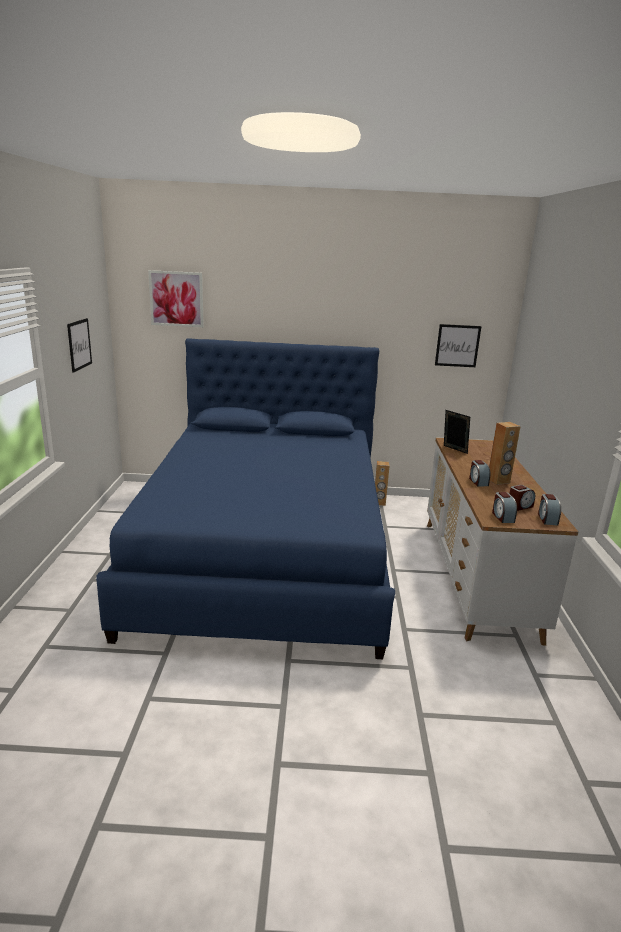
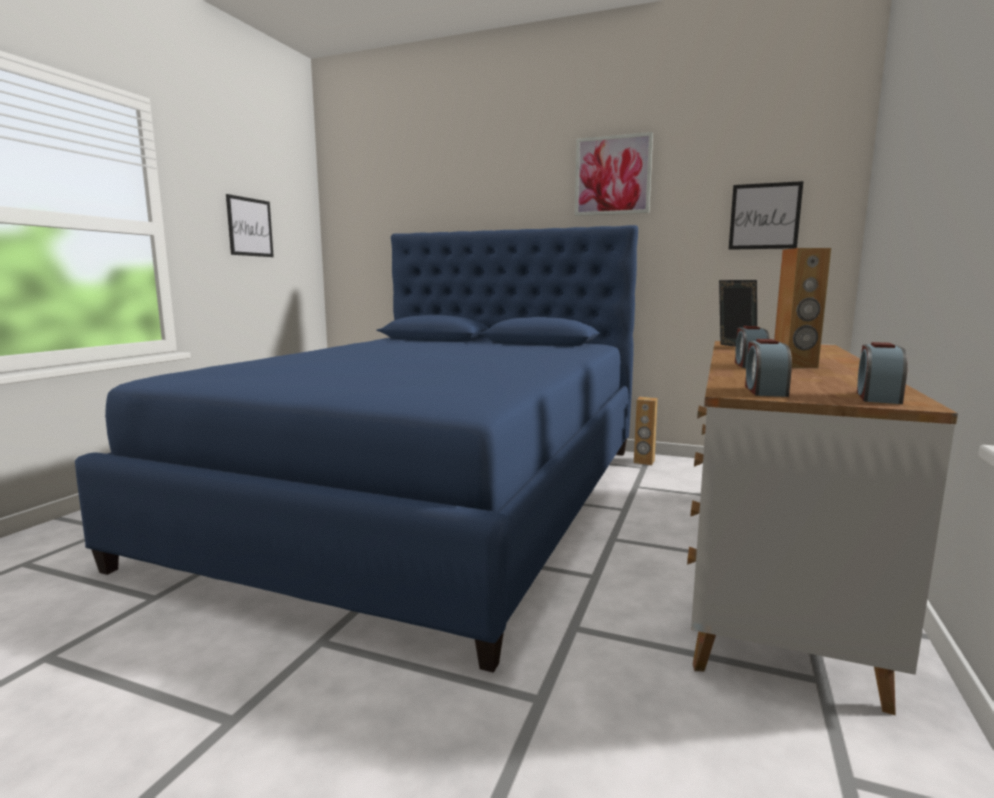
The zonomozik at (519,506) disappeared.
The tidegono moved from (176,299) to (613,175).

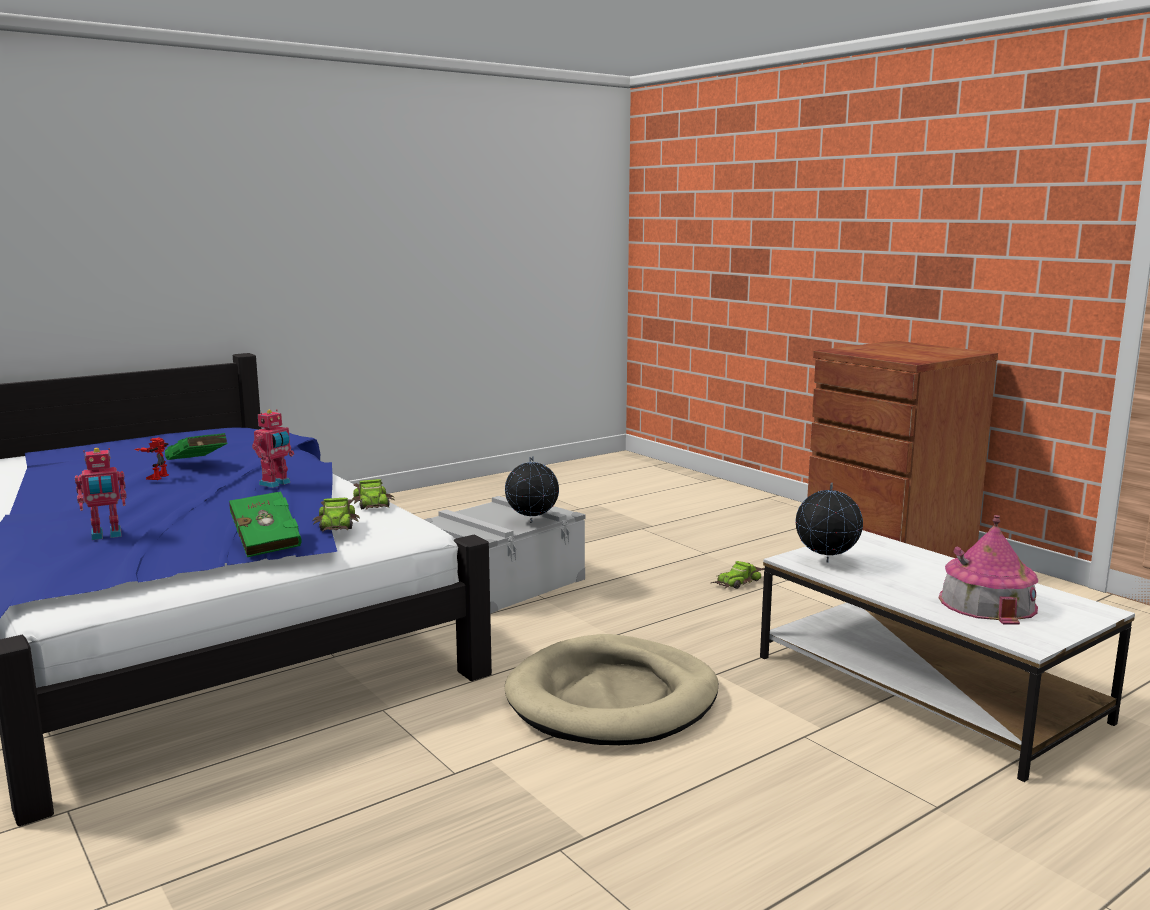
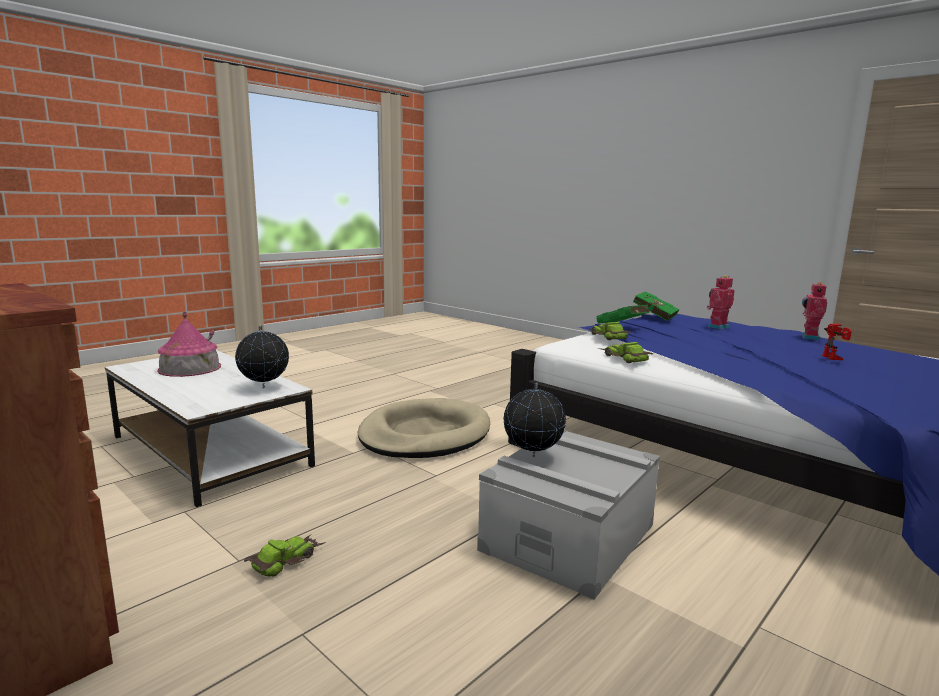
The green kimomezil moved from (197,463) to (653,316).
The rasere moved from (276,484) to (809,337).

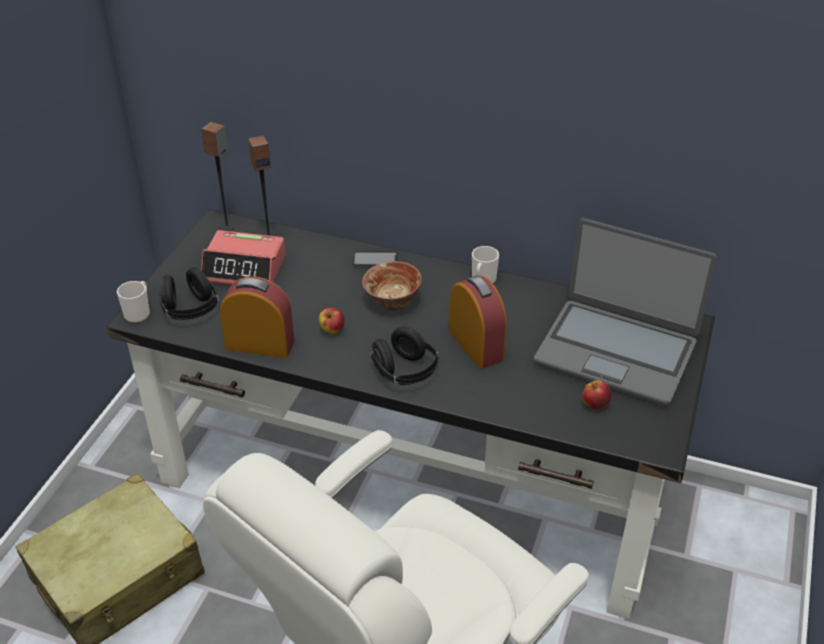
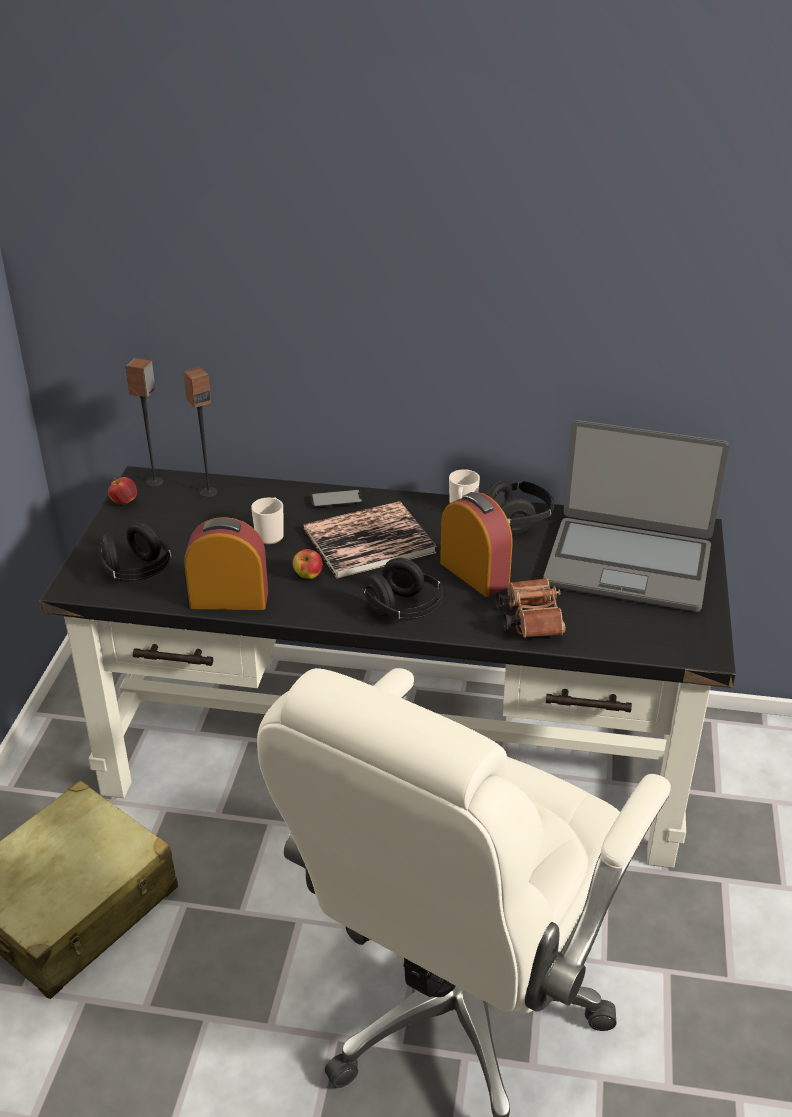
The zonomozik at (245,268) disappeared.
The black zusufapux at (517,520) appeared.
The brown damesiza at (529,619) appeared.
The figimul moved from (139,313) to (270,534).
The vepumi moved from (595,404) to (124,502).
The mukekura at (393,302) was replaced by the kimomezil at (369,540).

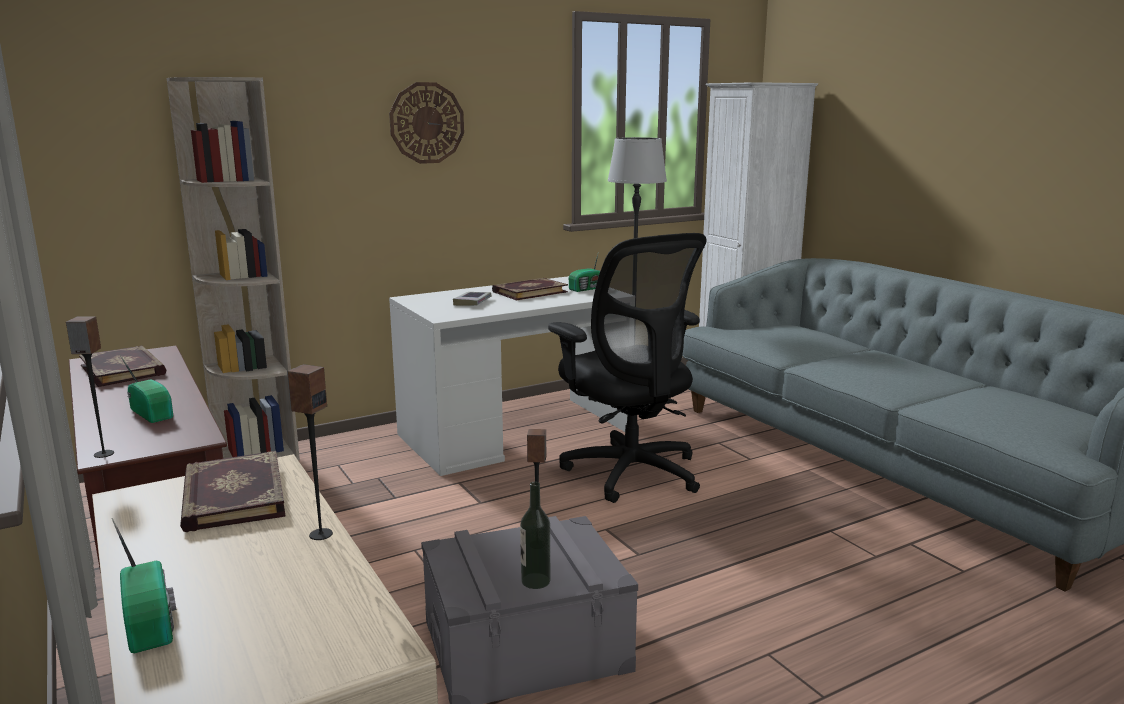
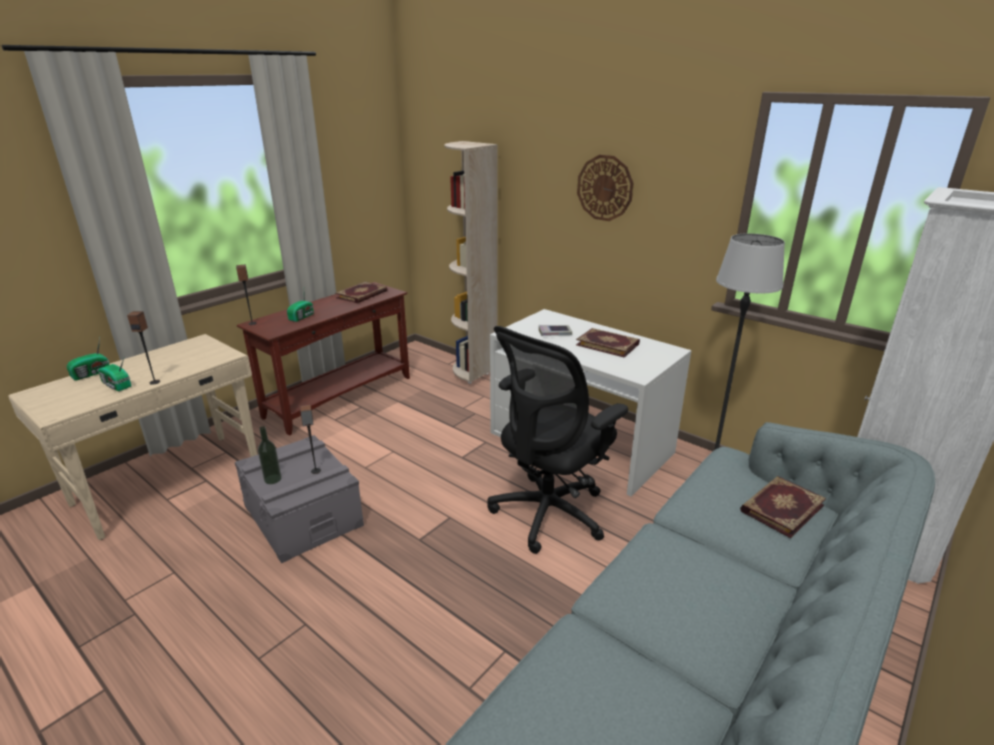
The kimomezil moved from (231,496) to (780,507).
The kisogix moved from (587,289) to (116,385).

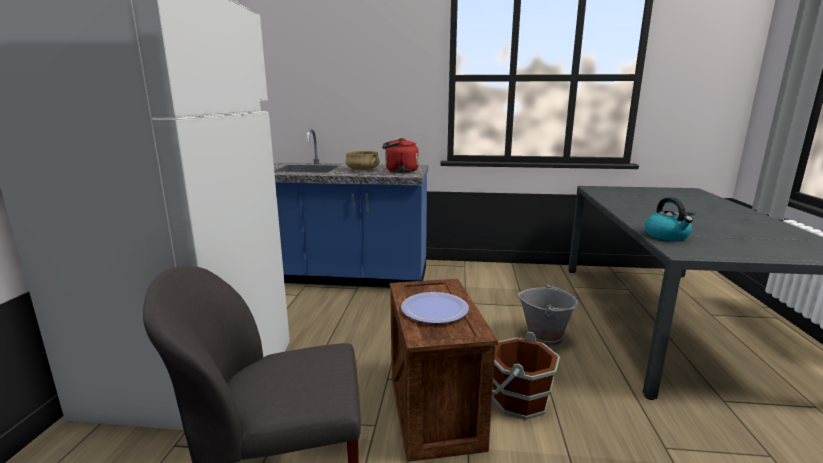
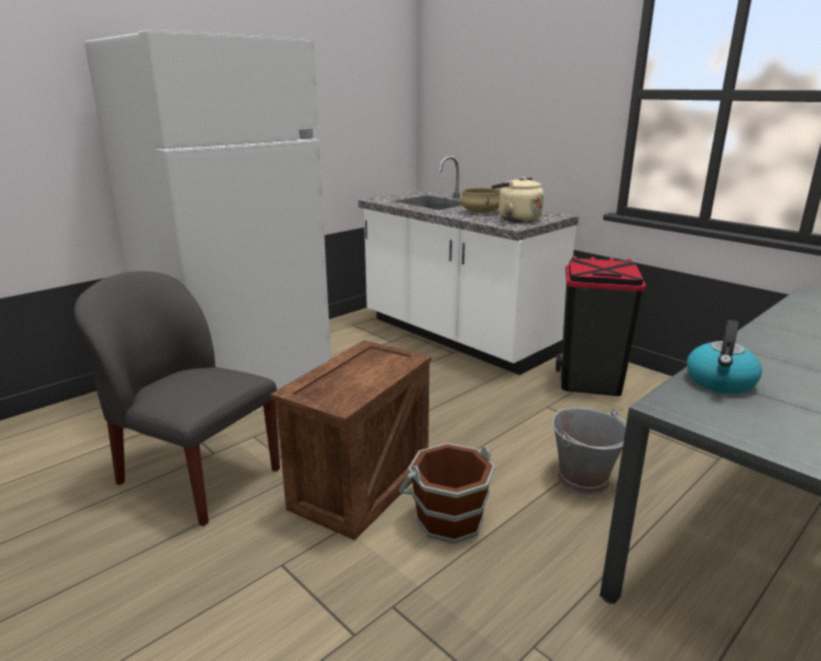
The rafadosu at (435,309) disappeared.
The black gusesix at (589,382) appeared.
The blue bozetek at (344,277) became the white bozetek at (457,337).
The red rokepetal at (399,171) became the beige rokepetal at (516,219).

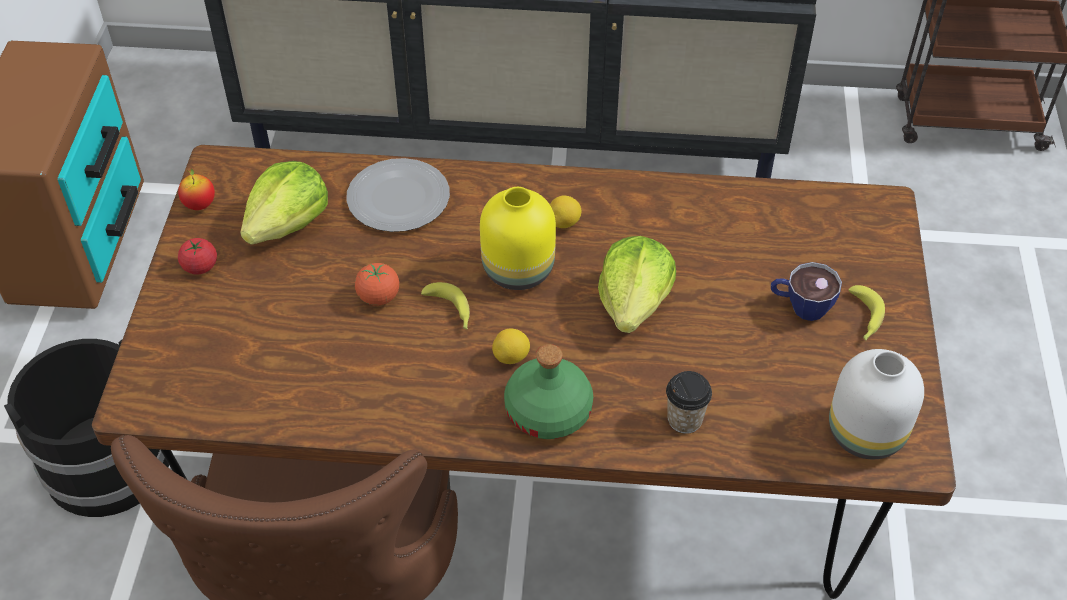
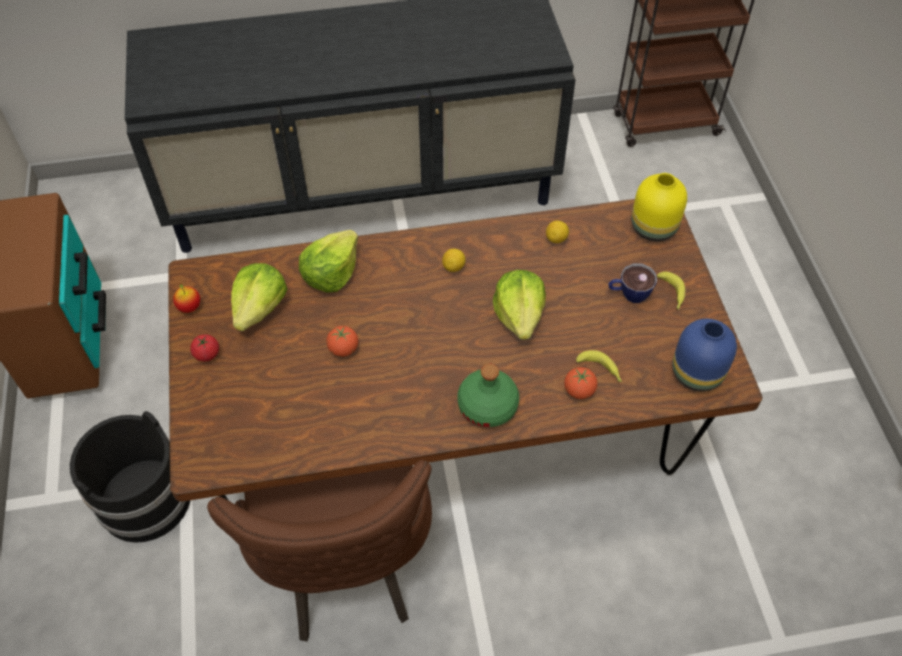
The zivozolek moved from (450,311) to (600,370).
The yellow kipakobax moved from (516,269) to (652,228).
The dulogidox moved from (511,357) to (556,239).
The rafadosu at (397,198) was replaced by the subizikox at (331,273).
The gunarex at (684,420) was replaced by the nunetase at (579,391).
The white kipakobax at (868,434) became the blue kipakobax at (698,374).

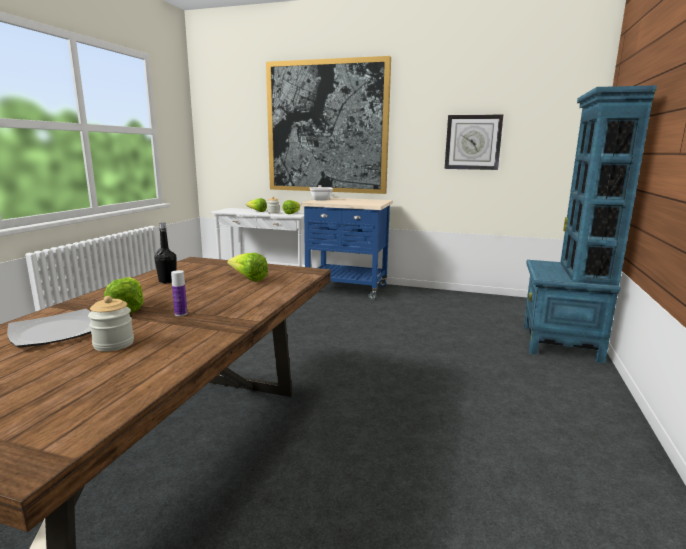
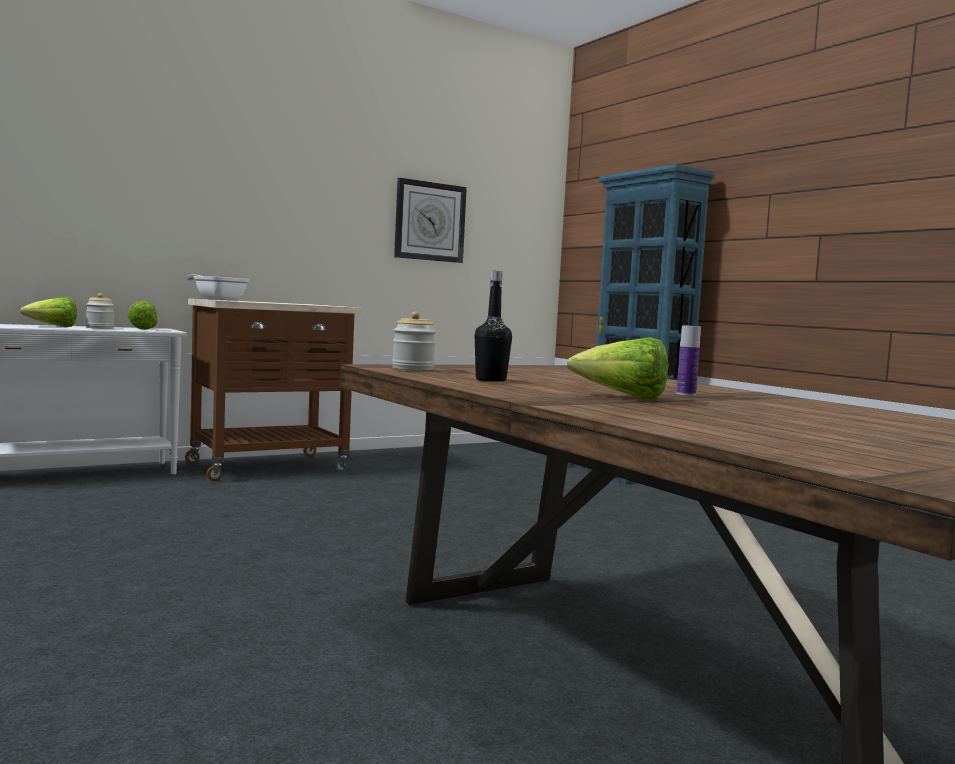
The rafadosu at (55,332) disappeared.
The subizikox at (248,279) disappeared.
The tidegono at (327,128) disappeared.
The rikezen moved from (114,344) to (413,369).
The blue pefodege at (347,289) became the brown pefodege at (268,467).

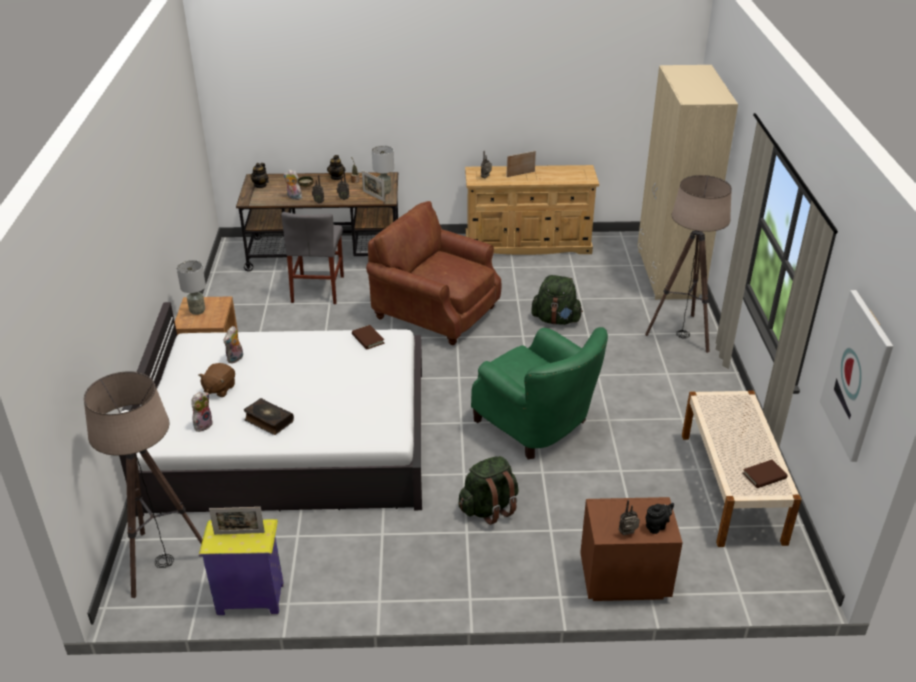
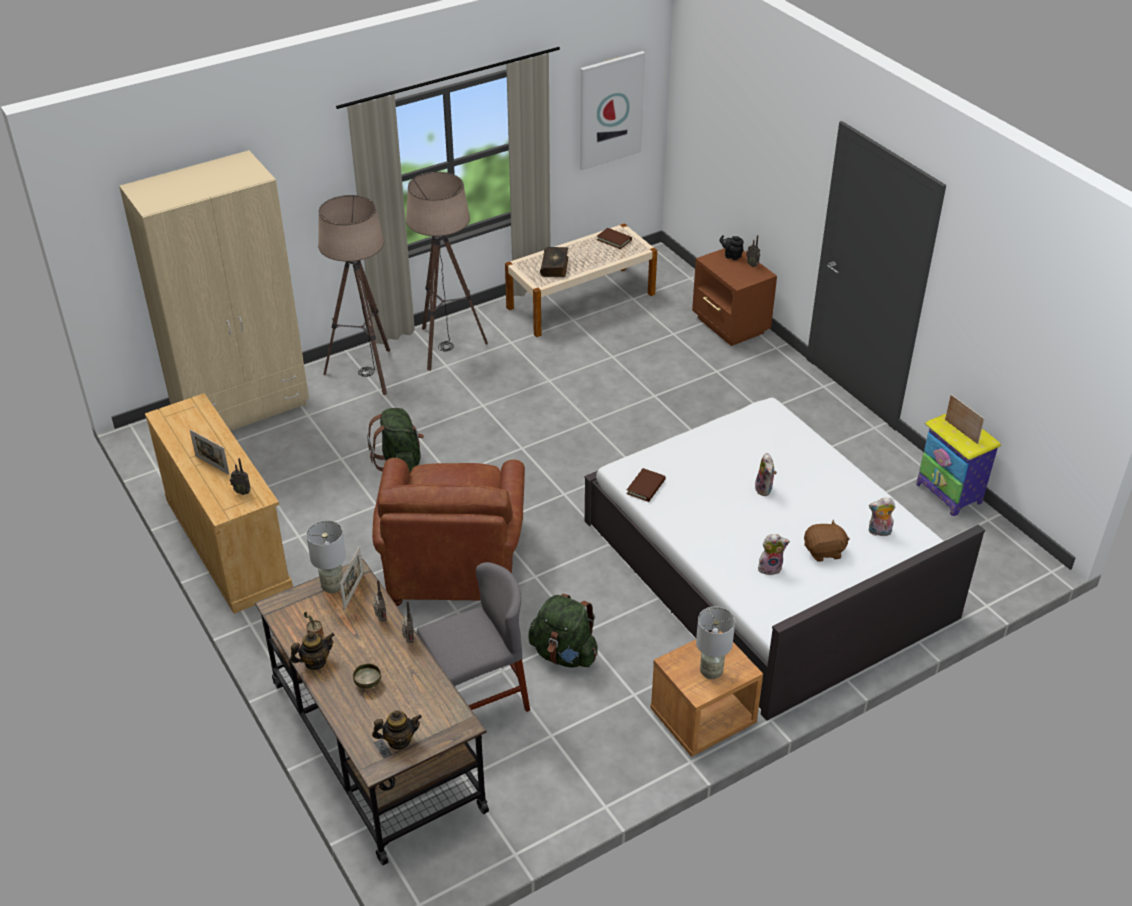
The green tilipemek at (536,425) disappeared.
The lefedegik moved from (162,561) to (446,347).
The kimomezil moved from (268,421) to (555,266).
The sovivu moved from (293,198) to (765,489).
The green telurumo moved from (489,508) to (564,654).

